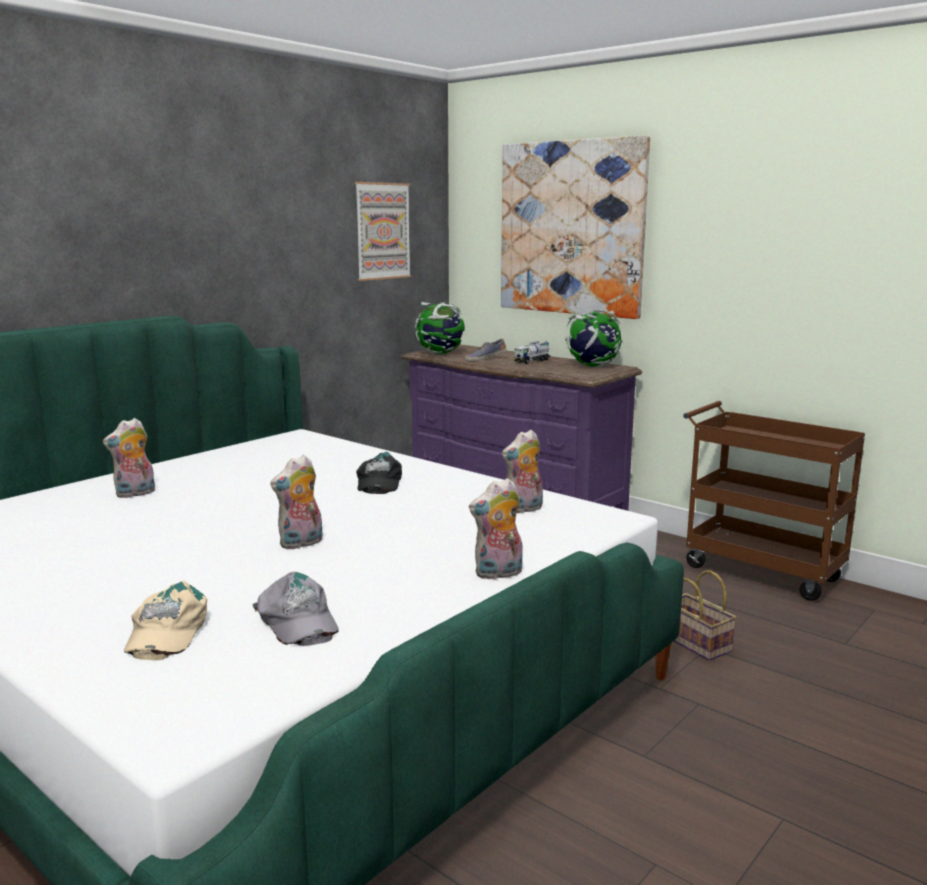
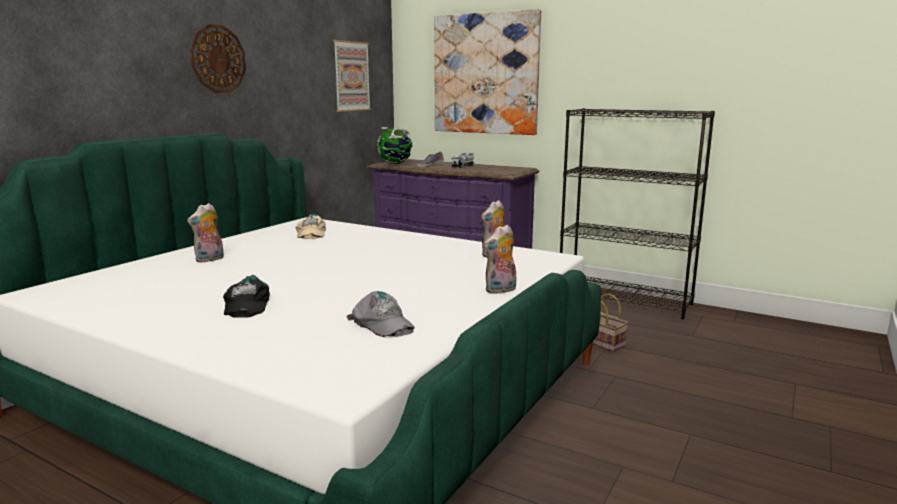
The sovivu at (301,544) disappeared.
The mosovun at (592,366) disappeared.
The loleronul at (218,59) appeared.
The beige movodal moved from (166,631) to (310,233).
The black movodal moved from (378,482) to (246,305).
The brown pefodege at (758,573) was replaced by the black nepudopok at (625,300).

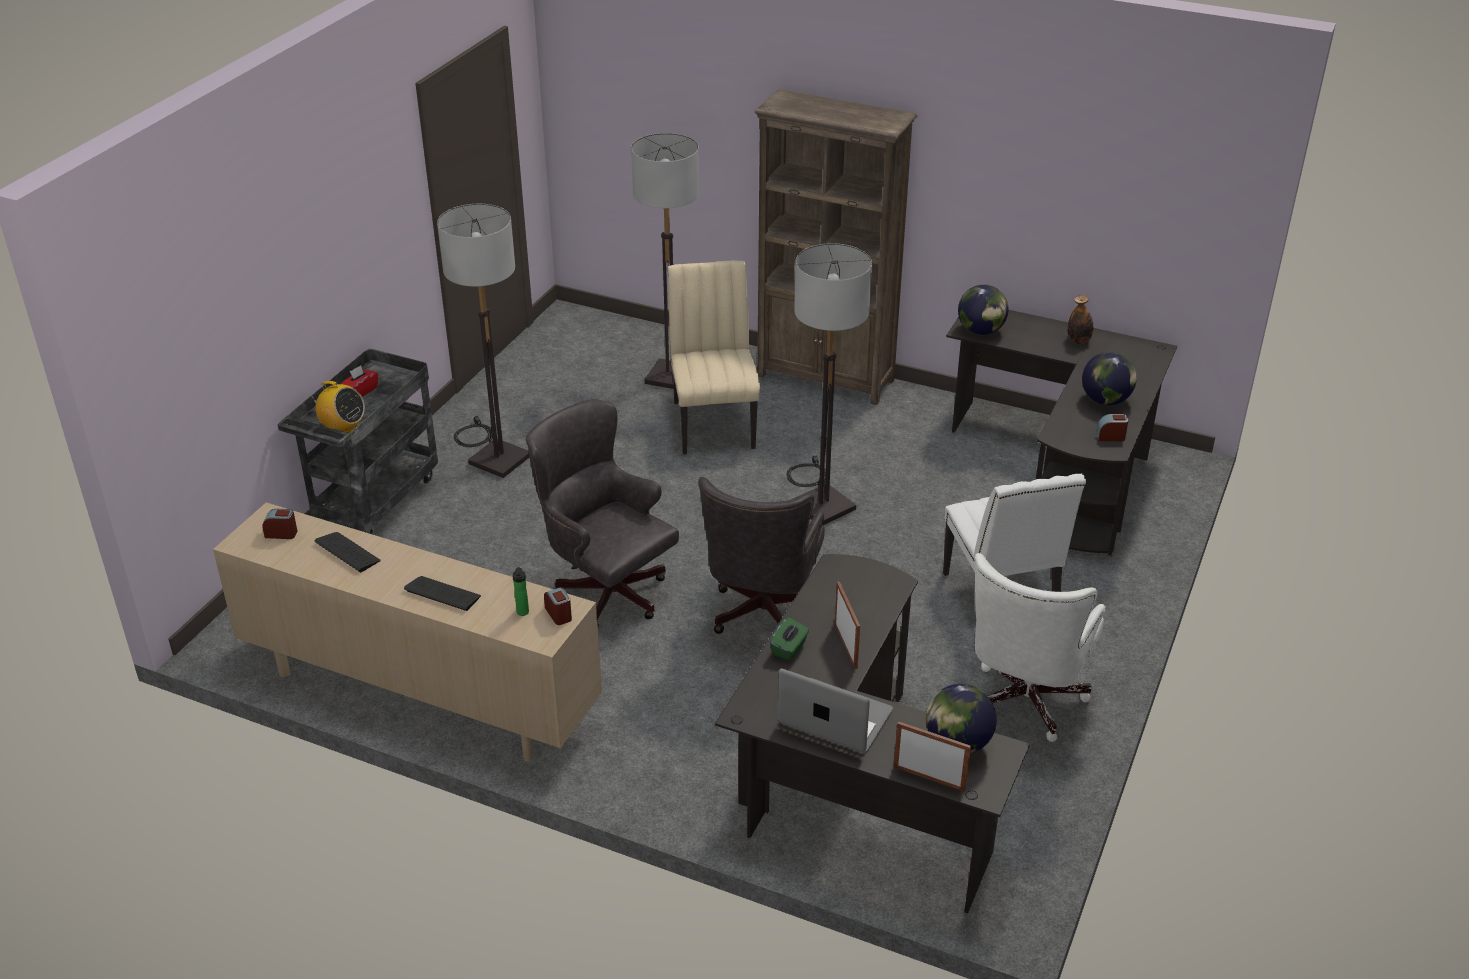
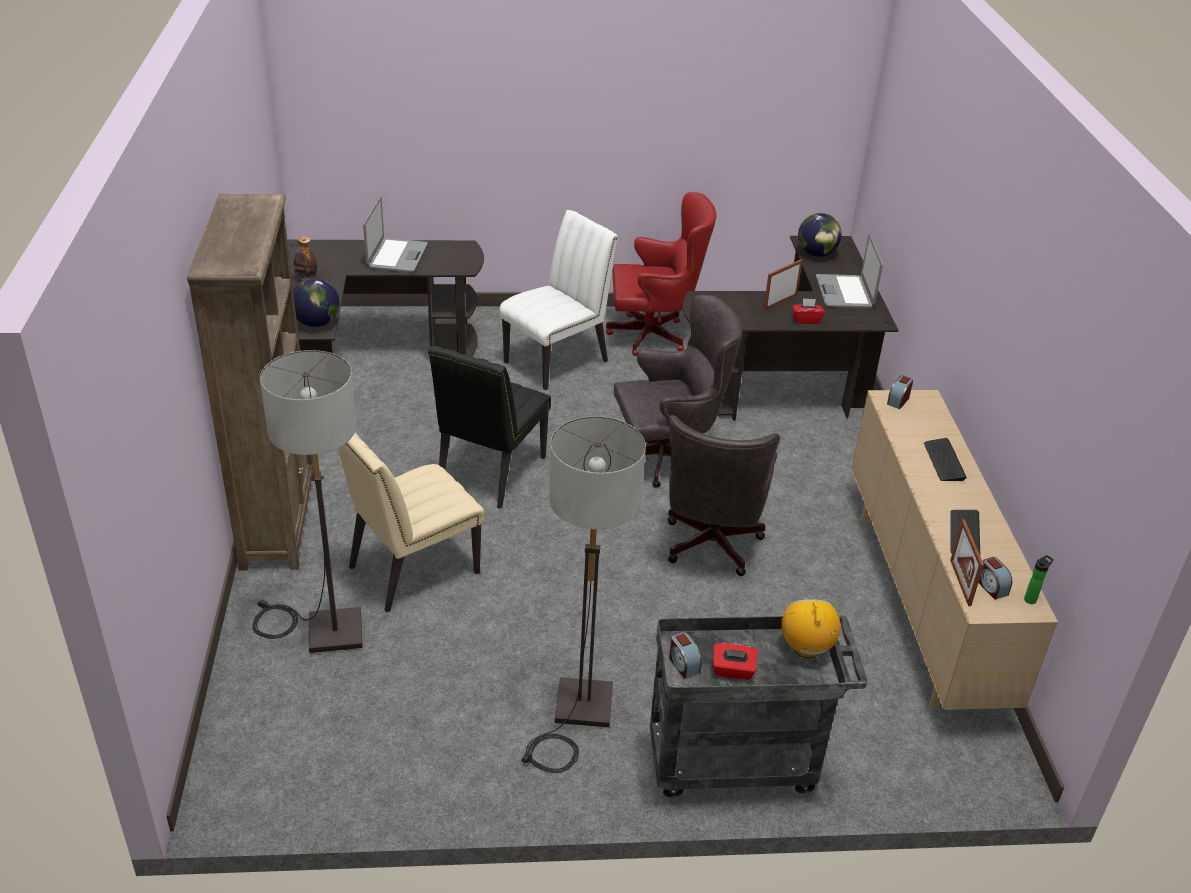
The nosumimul moved from (523,613) to (1031,599).
The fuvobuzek moved from (929,778) to (960,582).
The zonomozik moved from (1110,437) to (683,664).
The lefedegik at (818,498) was replaced by the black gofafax at (492,471).
The mosovun at (1106,400) was replaced by the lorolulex at (396,256).
The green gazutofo at (789,649) became the red gazutofo at (806,320).
The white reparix at (1024,704) became the red reparix at (654,336).

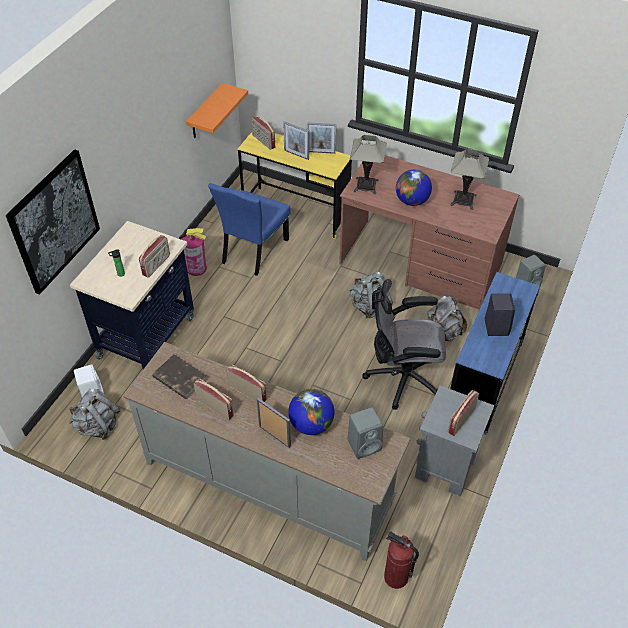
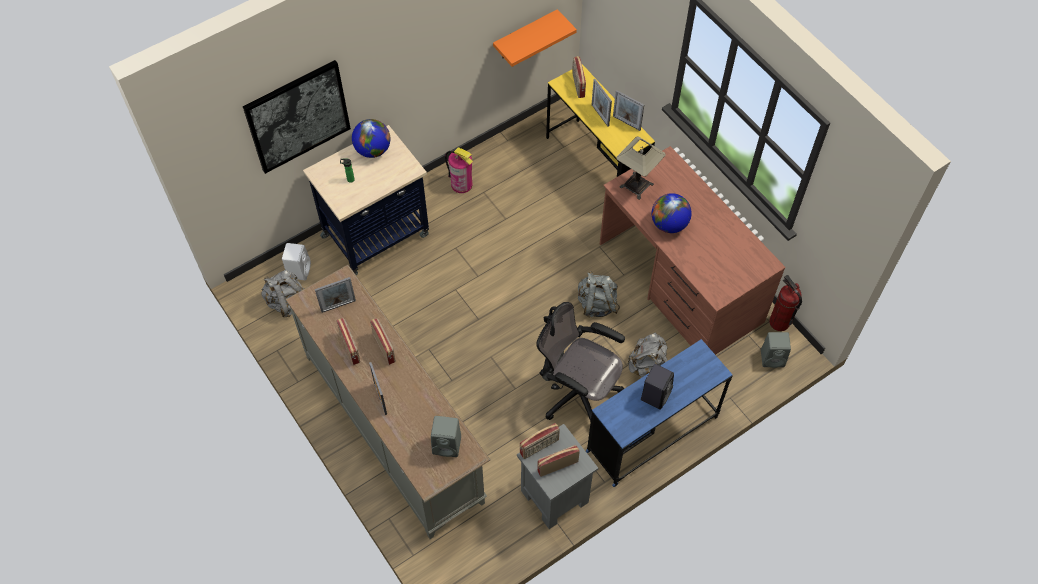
The blue gofafax at (254,249) disappeared.
The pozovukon at (463,200) disappeared.
The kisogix moved from (157,265) to (539,447).
The mosovun moved from (311,424) to (373,150).
The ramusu moved from (396,577) to (779,322).
The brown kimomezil at (179,378) was replaced by the fuvobuzek at (338,306).

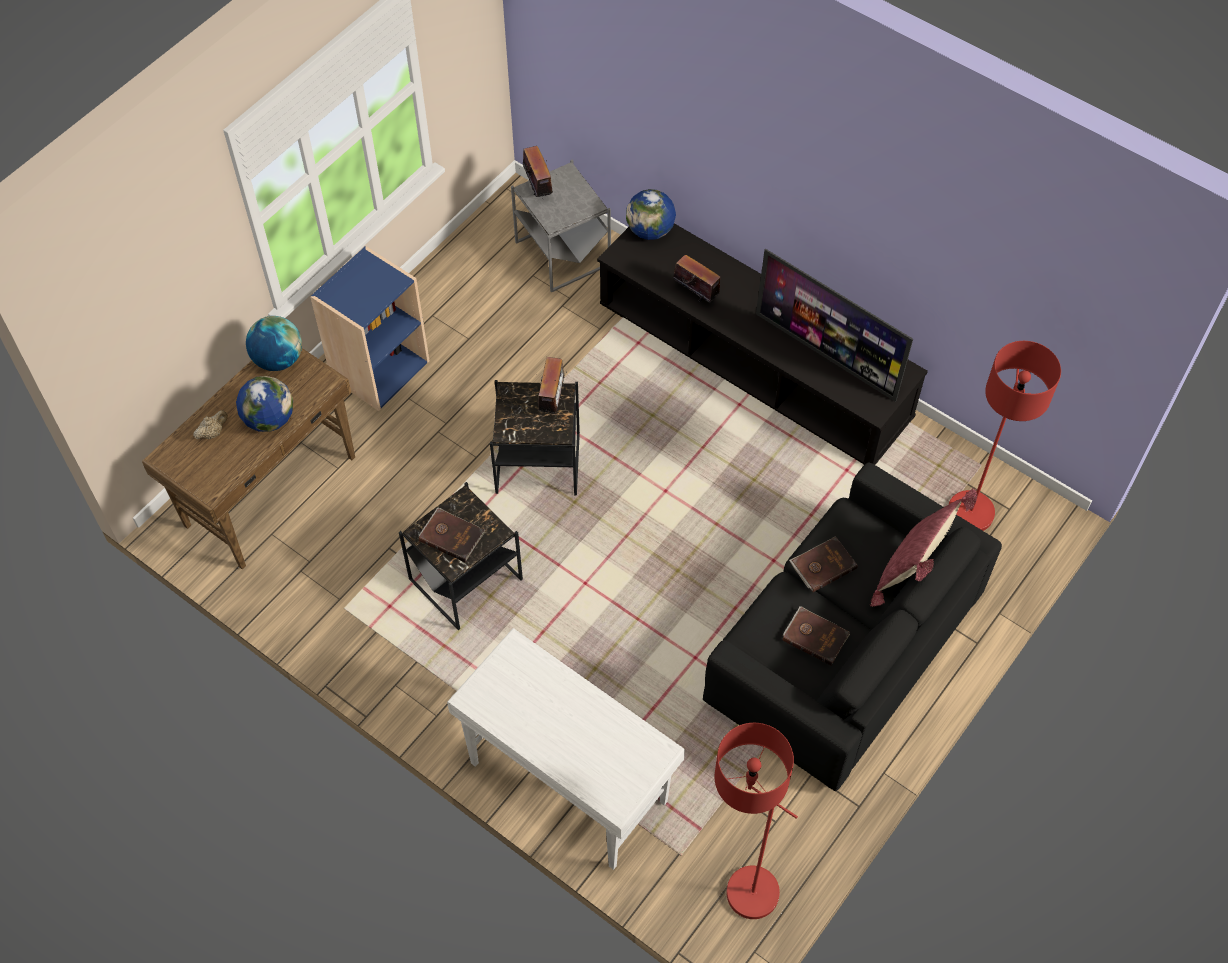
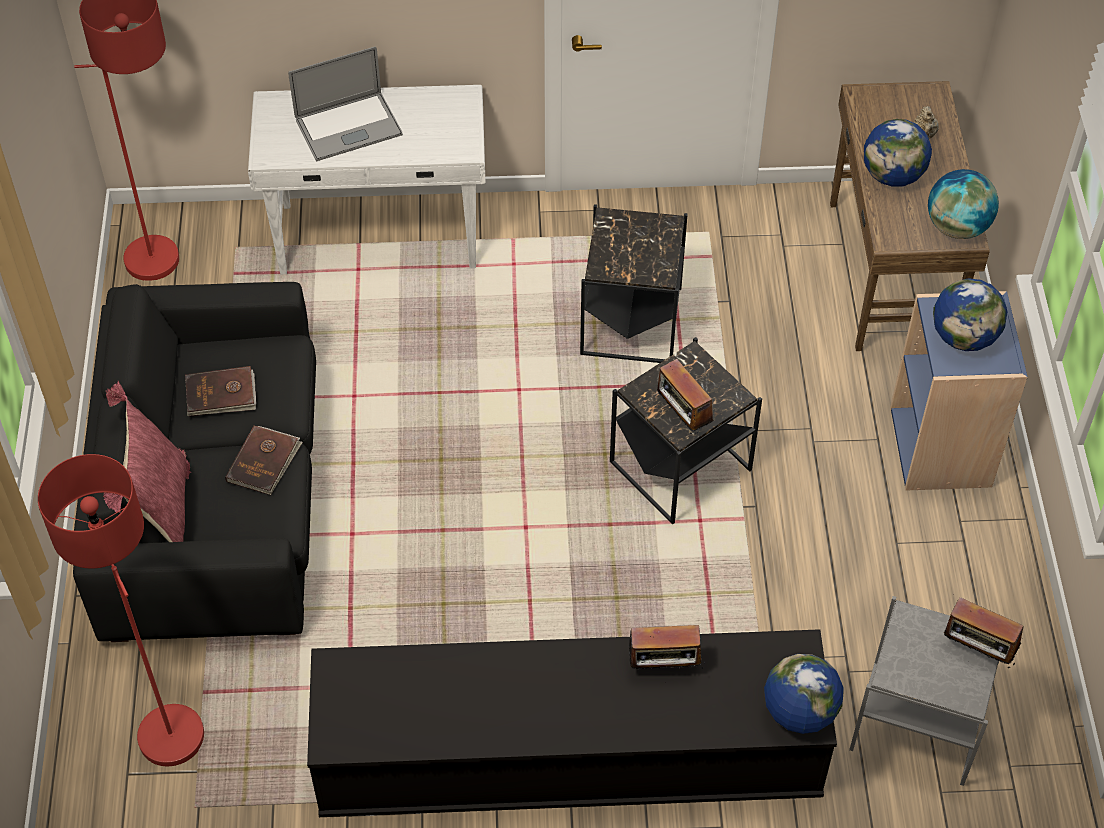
The brown kimomezil at (452,536) disappeared.
The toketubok at (827,355) disappeared.
The lorolulex at (348,127) appeared.
The mosovun at (963,337) appeared.

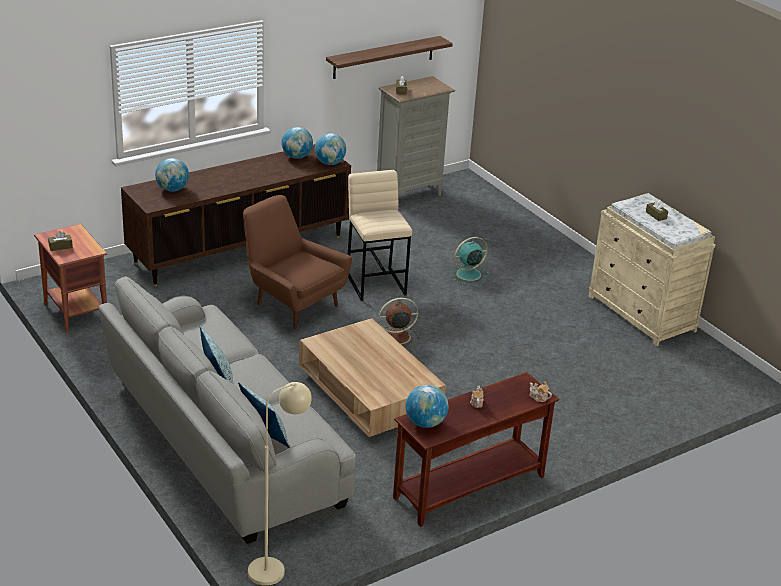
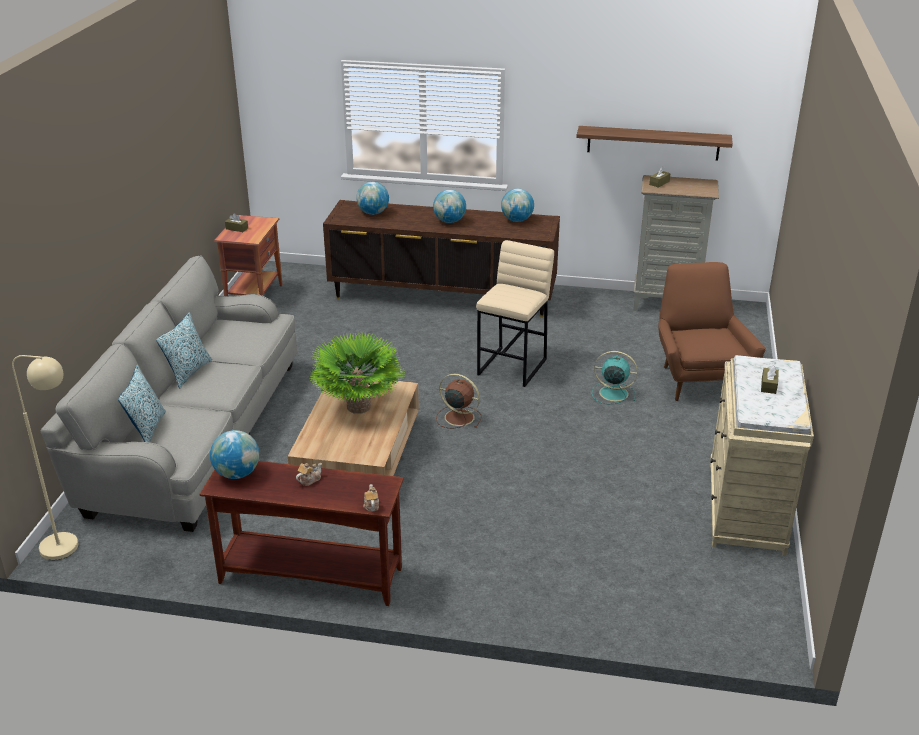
The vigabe at (358,407) appeared.
The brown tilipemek moved from (292,304) to (697,379).
The mosovun moved from (330,163) to (449,221).

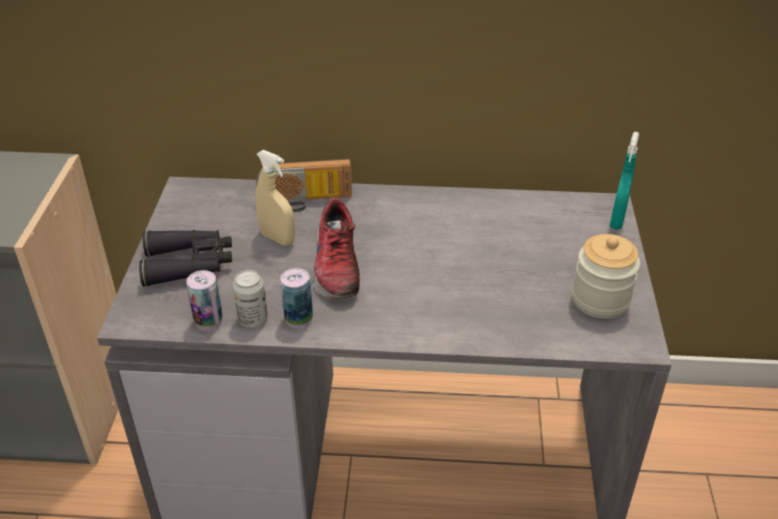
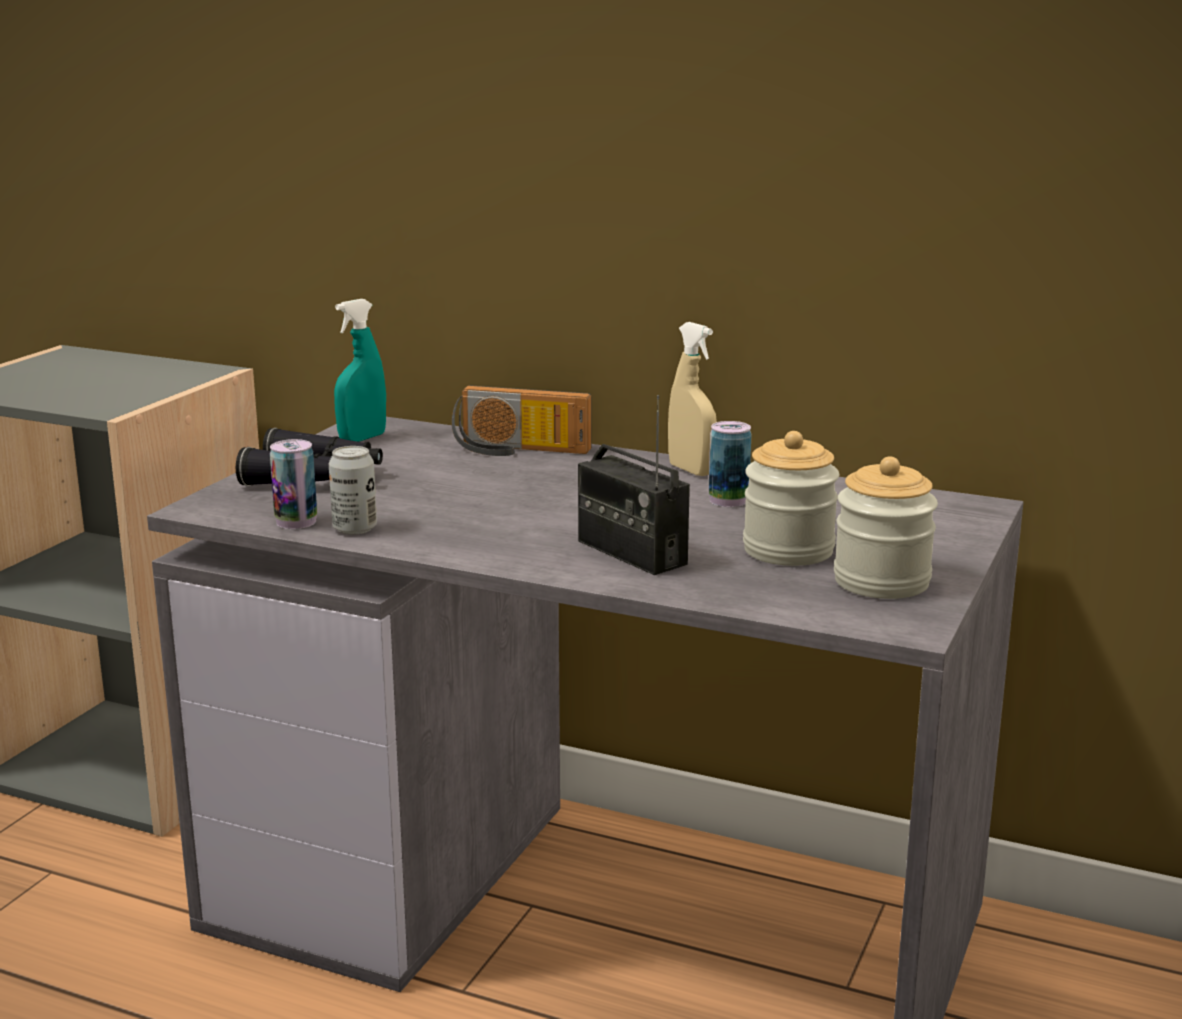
The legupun at (334,266) disappeared.
The kisogix at (631,553) appeared.
The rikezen at (788,550) appeared.
The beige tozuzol moved from (277,238) to (691,470).
The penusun moved from (298,319) to (728,500).
The turquoise tozuzol moved from (617,220) to (362,438).

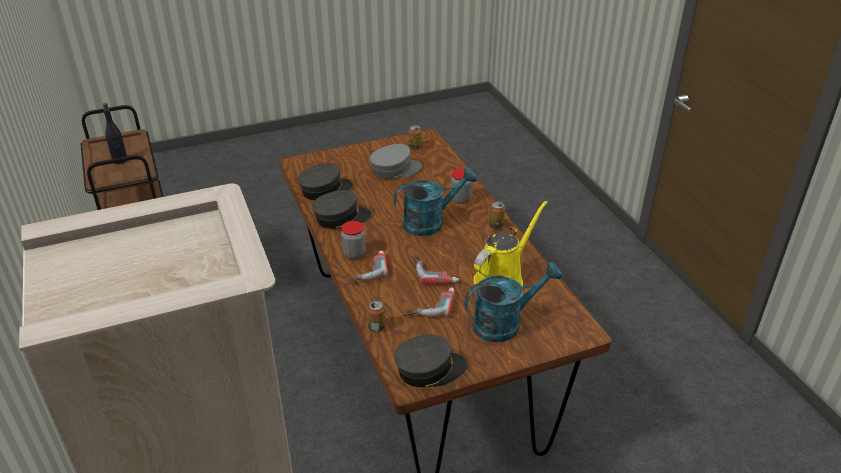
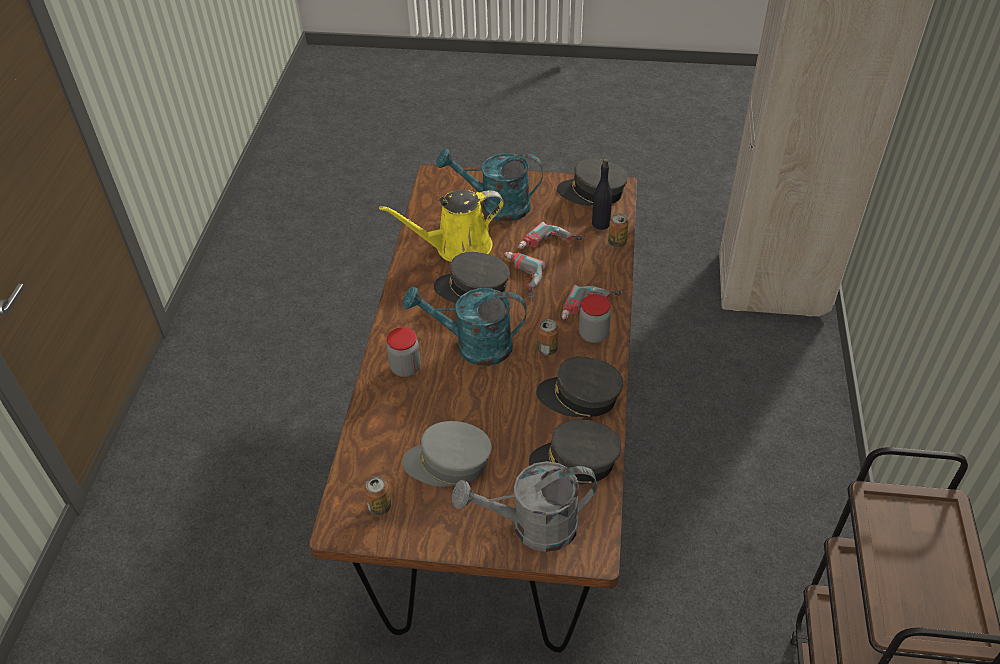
The grey movodal at (472,289) appeared.
The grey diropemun at (532,527) appeared.
The black nosumimul moved from (120,160) to (600,223).
The penusun moved from (496,225) to (547,349).

